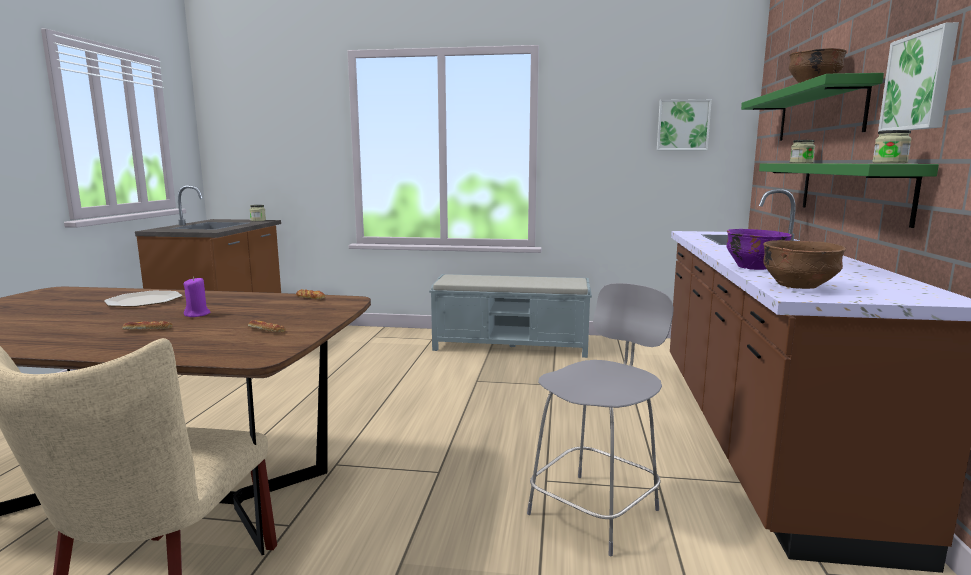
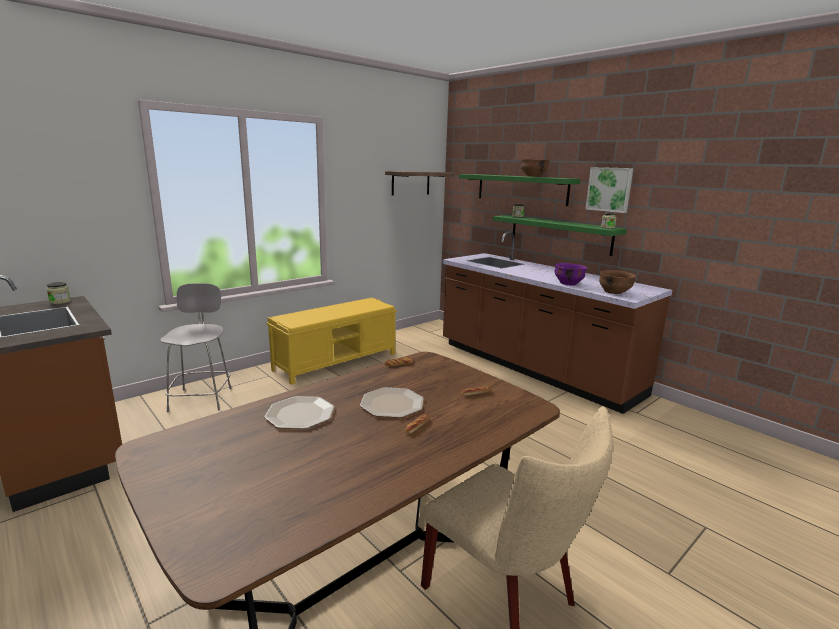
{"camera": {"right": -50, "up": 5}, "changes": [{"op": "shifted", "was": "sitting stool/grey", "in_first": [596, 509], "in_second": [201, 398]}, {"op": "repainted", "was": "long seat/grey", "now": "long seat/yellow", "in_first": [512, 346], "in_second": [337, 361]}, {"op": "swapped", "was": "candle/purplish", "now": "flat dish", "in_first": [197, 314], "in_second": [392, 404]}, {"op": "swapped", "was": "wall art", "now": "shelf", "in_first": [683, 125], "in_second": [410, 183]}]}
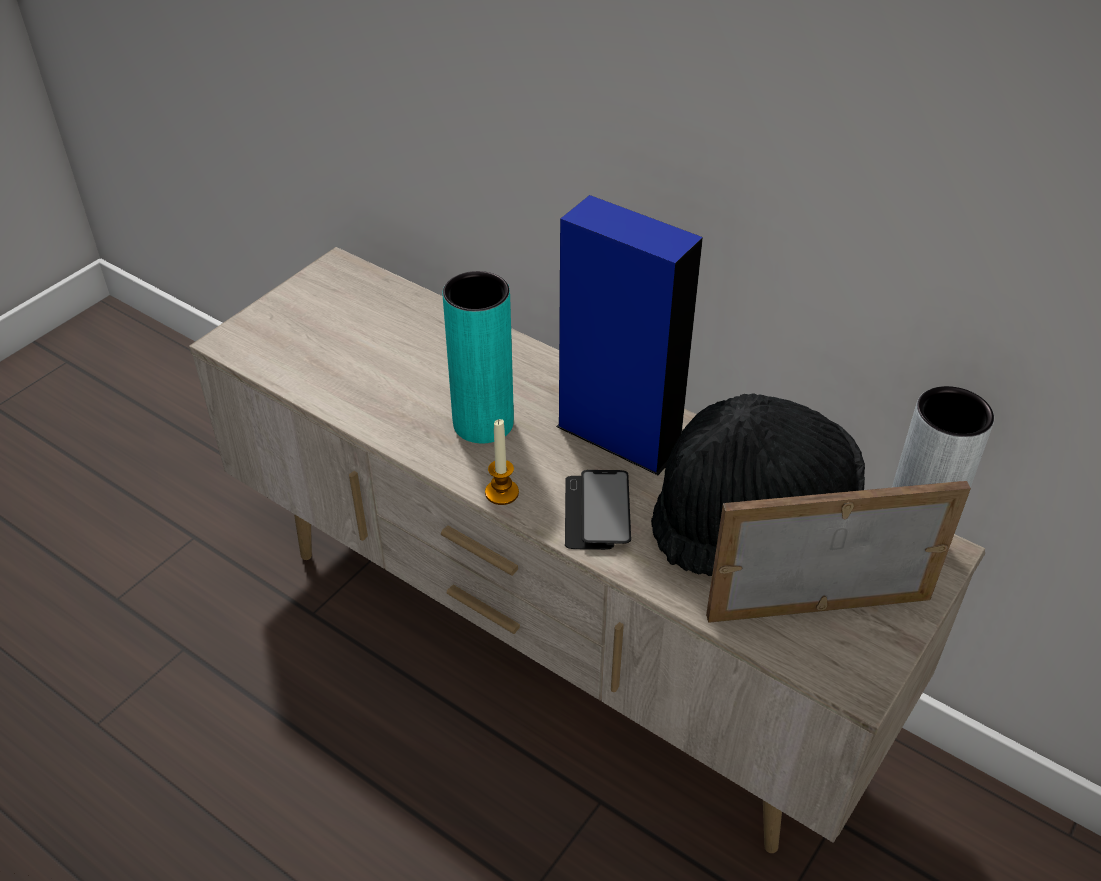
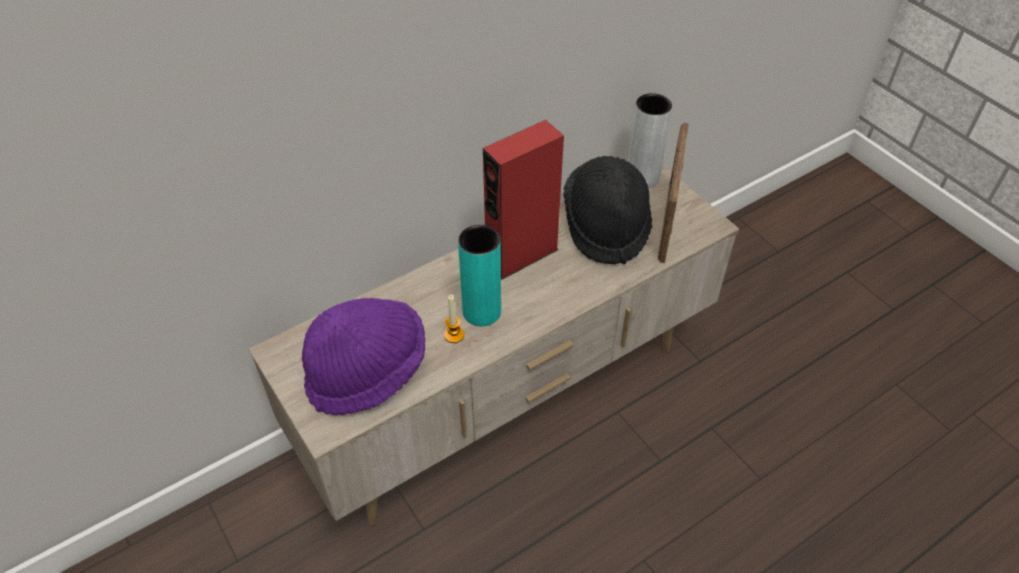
{"camera": {"right": -70, "up": 5}, "changes": [{"op": "new", "now": "hat/purplish", "in_second": [367, 371]}, {"op": "shifted", "was": "candle", "in_first": [502, 493], "in_second": [454, 335]}, {"op": "repainted", "was": "loudspeaker/blue-coloured", "now": "loudspeaker/red", "in_first": [618, 436], "in_second": [521, 256]}, {"op": "gone", "was": "handset", "in_first": [597, 512]}]}
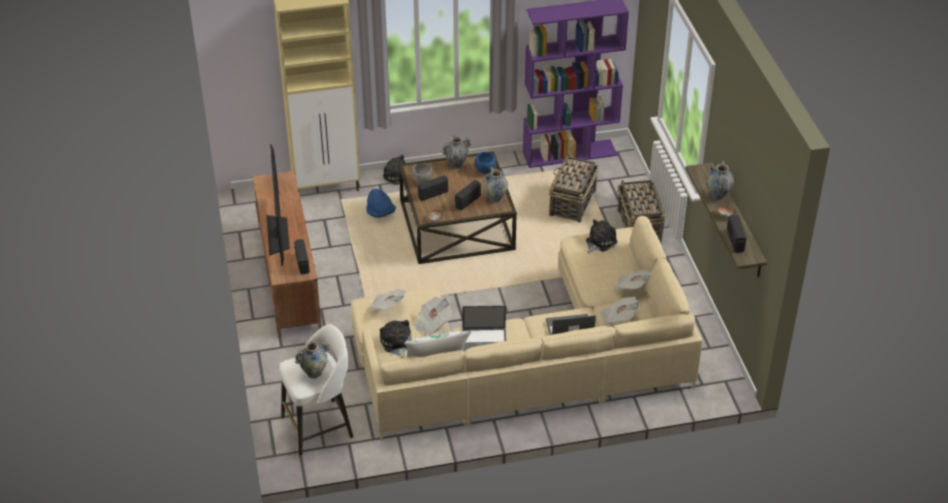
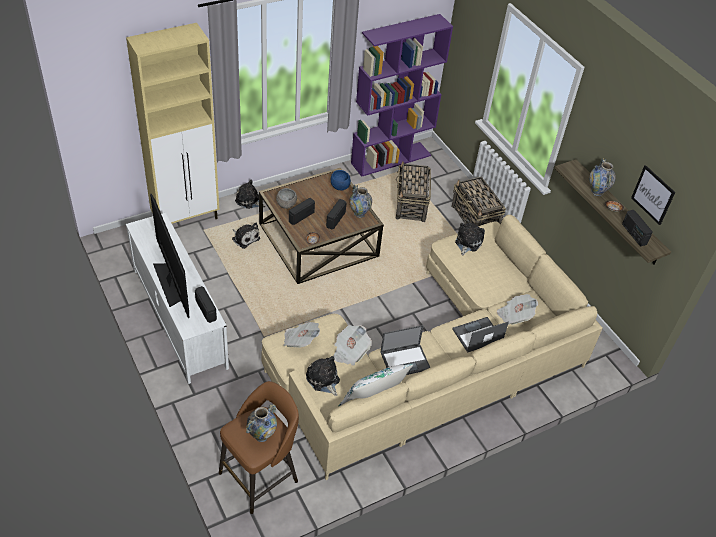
{"camera": {"right": -20, "up": 5}, "changes": [{"op": "repainted", "was": "tv unit/brown-coloured", "now": "tv unit/whitish", "in_first": [289, 276], "in_second": [179, 316]}, {"op": "repainted", "was": "sitting stool/whitish", "now": "sitting stool/brown-coloured", "in_first": [319, 426], "in_second": [260, 476]}, {"op": "swapped", "was": "hat/blue-coloured", "now": "soft toy", "in_first": [380, 213], "in_second": [245, 238]}, {"op": "new", "now": "wall art", "in_second": [653, 195]}, {"op": "gone", "was": "vase", "in_first": [456, 165]}, {"op": "gone", "was": "printed paper", "in_first": [632, 286]}]}
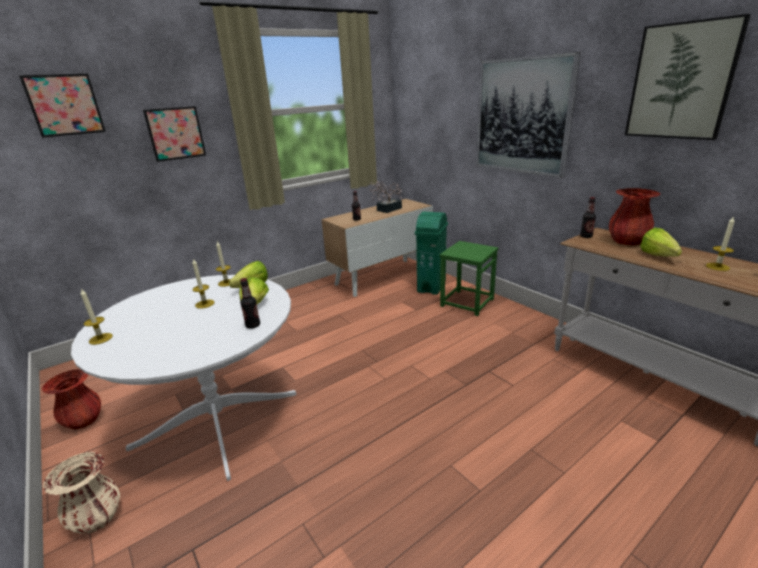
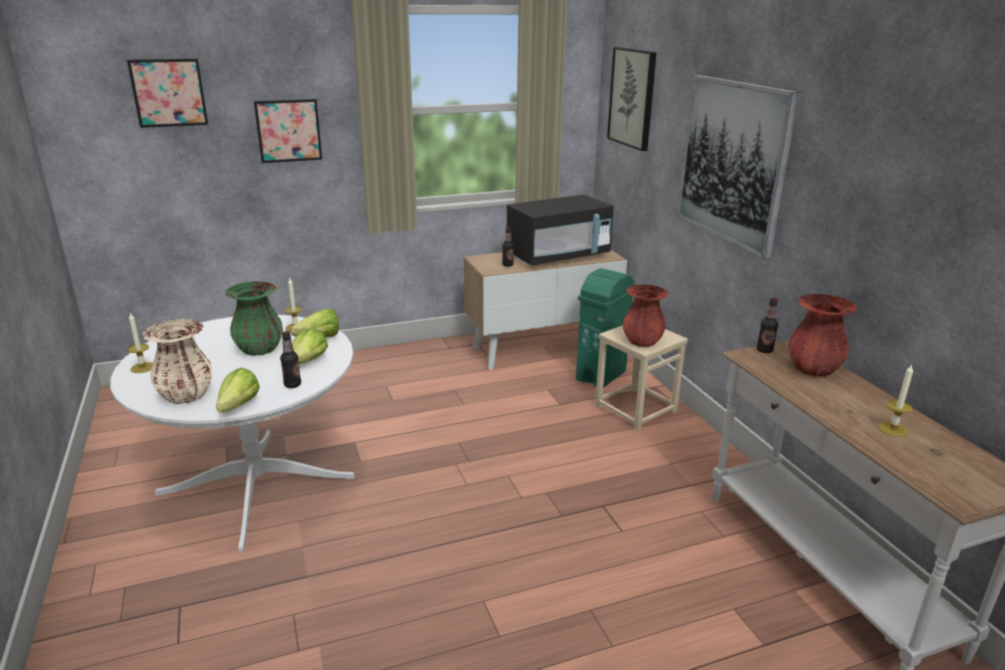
{"camera": {"right": 15, "up": 0}, "changes": [{"op": "shifted", "was": "vase/sand-coloured", "in_first": [97, 518], "in_second": [186, 395]}, {"op": "shifted", "was": "lettuce head", "in_first": [660, 257], "in_second": [235, 409]}, {"op": "swapped", "was": "candle", "now": "vase/greenish", "in_first": [205, 304], "in_second": [259, 349]}, {"op": "swapped", "was": "houseplant", "now": "microwave/black", "in_first": [387, 210], "in_second": [558, 256]}, {"op": "repainted", "was": "sitting stool/greenish", "now": "sitting stool/sand-coloured", "in_first": [466, 302], "in_second": [635, 408]}, {"op": "shifted", "was": "wall art", "in_first": [681, 81], "in_second": [632, 98]}, {"op": "shifted", "was": "vase/red", "in_first": [83, 421], "in_second": [642, 341]}]}
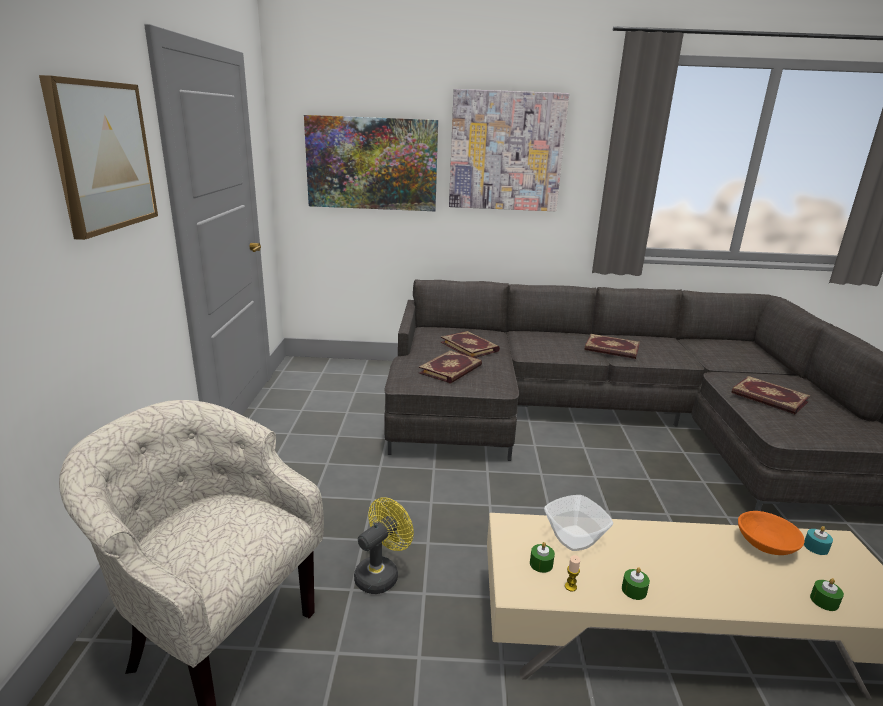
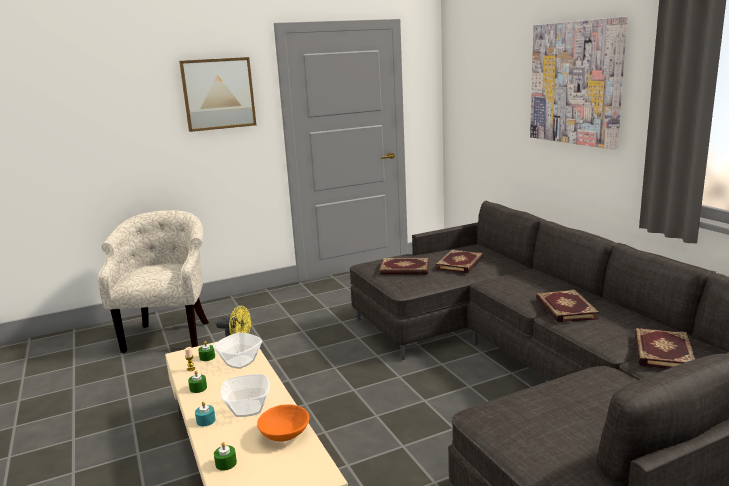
{"camera": {"right": 65, "up": -5}, "changes": [{"op": "shifted", "was": "candle/blue-green", "in_first": [816, 547], "in_second": [206, 420]}, {"op": "new", "now": "deep dish", "in_second": [247, 409]}, {"op": "shifted", "was": "bound book", "in_first": [768, 398], "in_second": [661, 352]}, {"op": "gone", "was": "wall art", "in_first": [372, 164]}]}
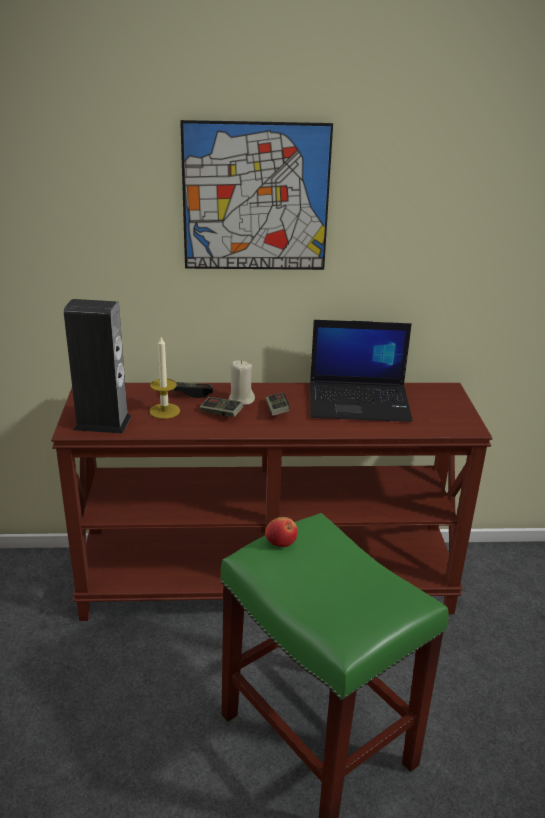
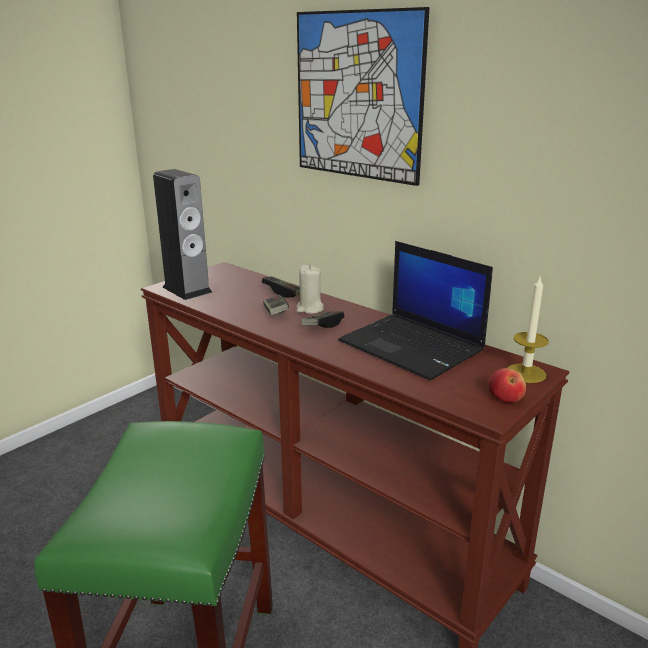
{"camera": {"right": 45, "up": -5}, "changes": [{"op": "shifted", "was": "apple", "in_first": [281, 541], "in_second": [505, 398]}, {"op": "shifted", "was": "candle", "in_first": [164, 411], "in_second": [526, 373]}]}
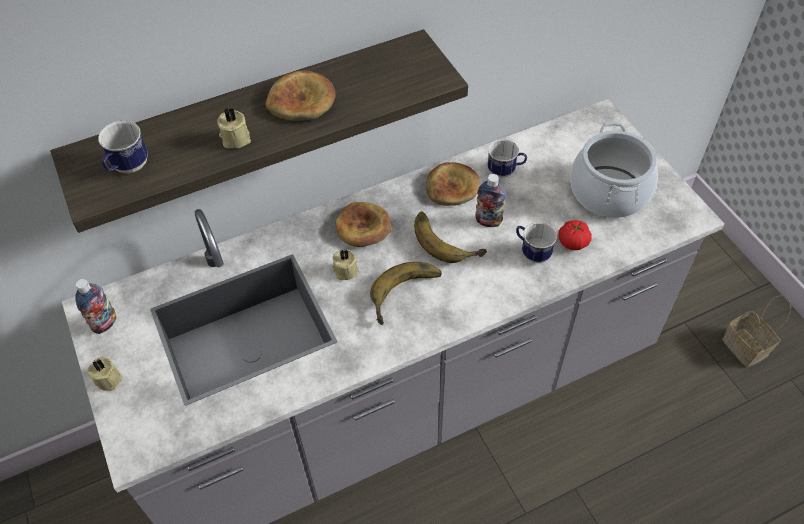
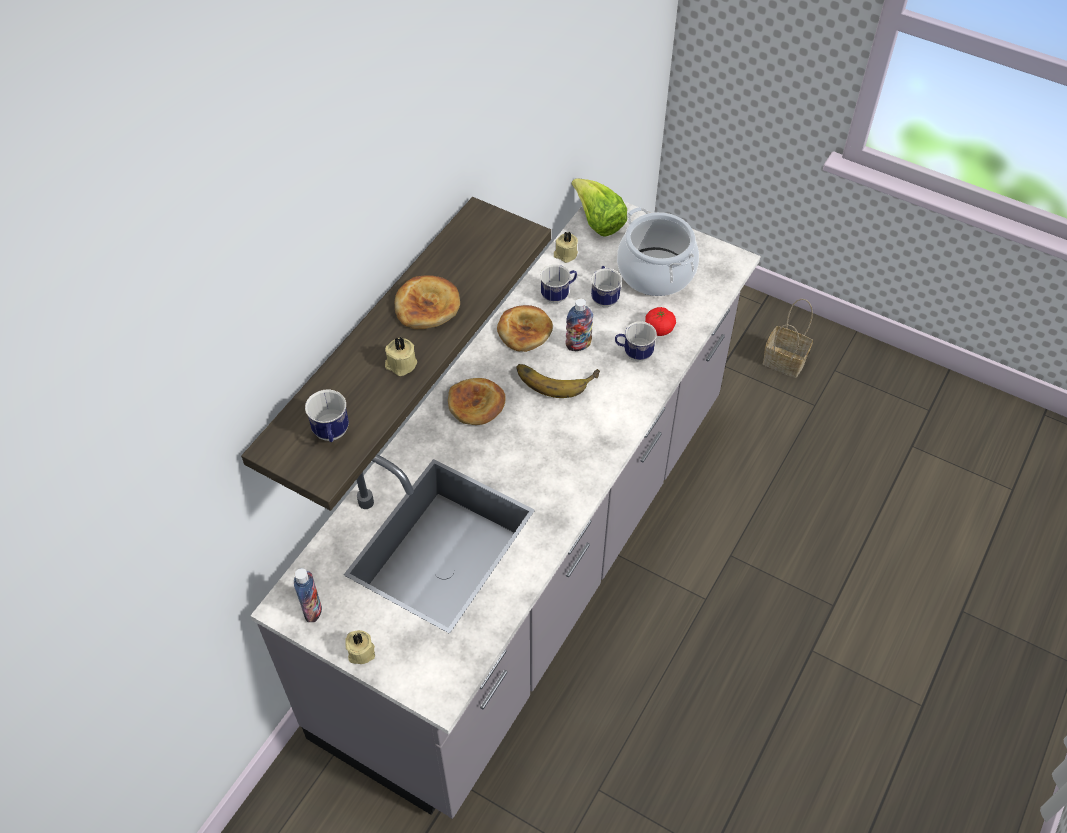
{"camera": {"right": -35, "up": 0}, "changes": [{"op": "shifted", "was": "candle/sand-coloured", "in_first": [345, 270], "in_second": [565, 254]}, {"op": "new", "now": "lettuce head", "in_second": [598, 221]}, {"op": "new", "now": "mug", "in_second": [604, 297]}, {"op": "gone", "was": "whole banana", "in_first": [408, 296]}]}
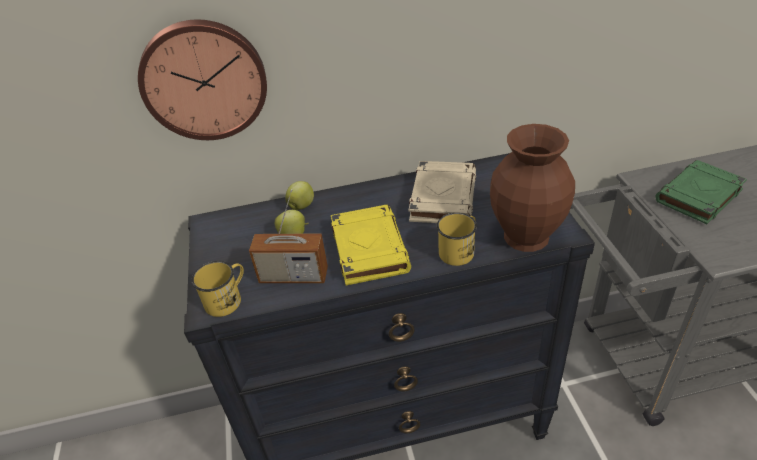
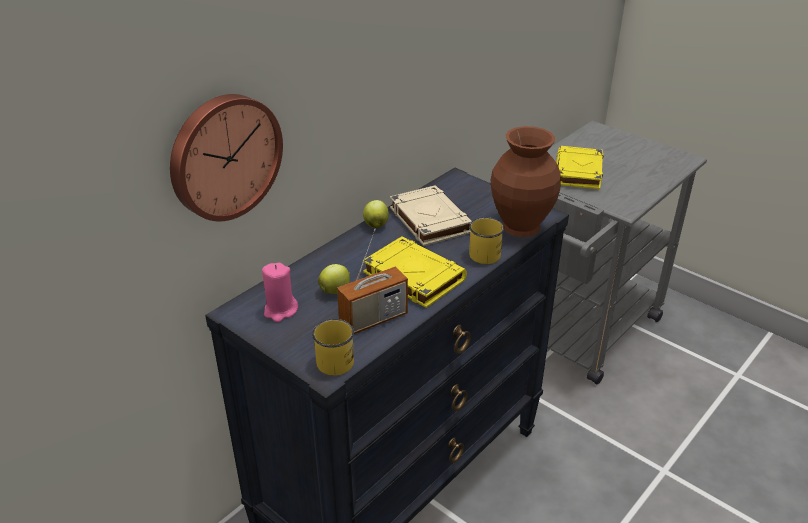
{"camera": {"right": -40, "up": -5}, "changes": [{"op": "new", "now": "candle/pink", "in_second": [280, 311]}, {"op": "shifted", "was": "apple", "in_first": [302, 206], "in_second": [376, 225]}, {"op": "repainted", "was": "bound book/greenish", "now": "bound book/yellow", "in_first": [698, 196], "in_second": [578, 172]}]}
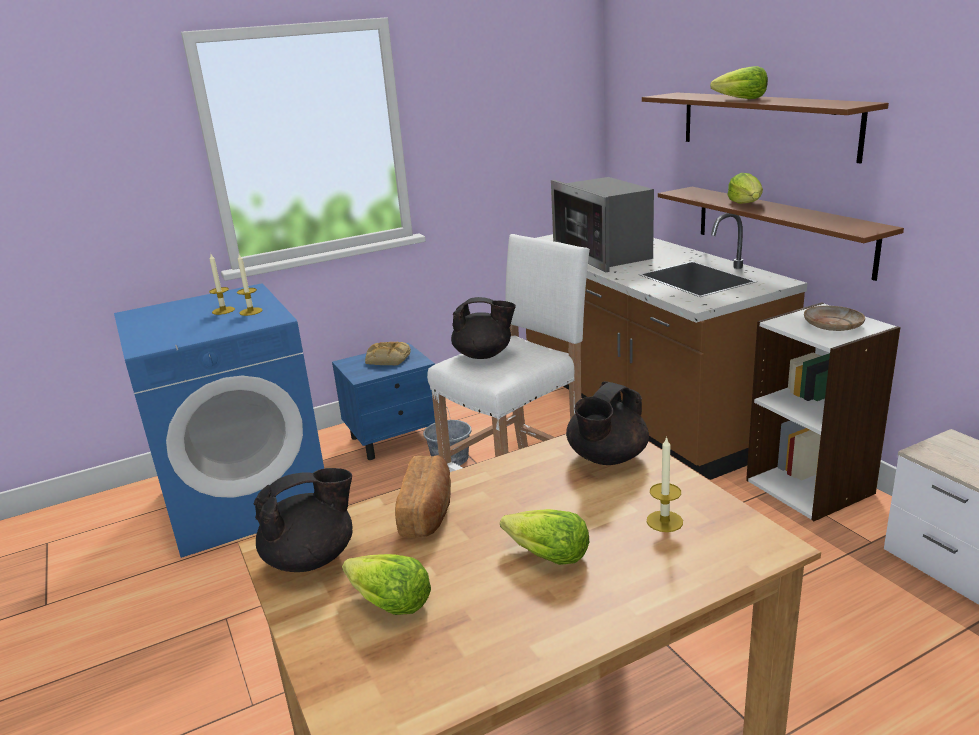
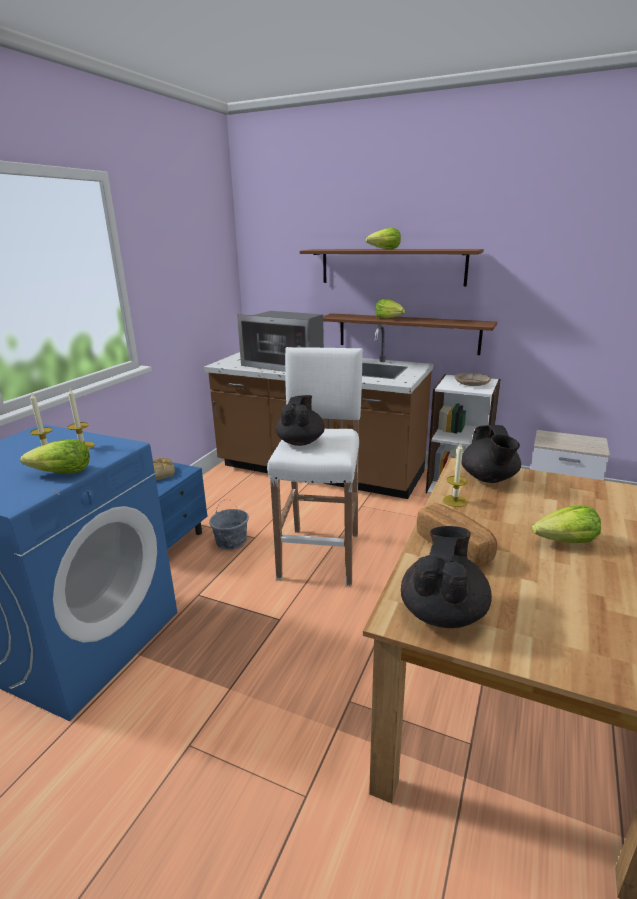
{"camera": {"right": -40, "up": 0}, "changes": [{"op": "shifted", "was": "lettuce head", "in_first": [389, 603], "in_second": [61, 473]}, {"op": "rotated", "was": "pot for tea/black", "in_first": [484, 355], "in_second": [300, 442], "clockwise": -45}, {"op": "shifted", "was": "candle", "in_first": [664, 521], "in_second": [454, 501]}]}
